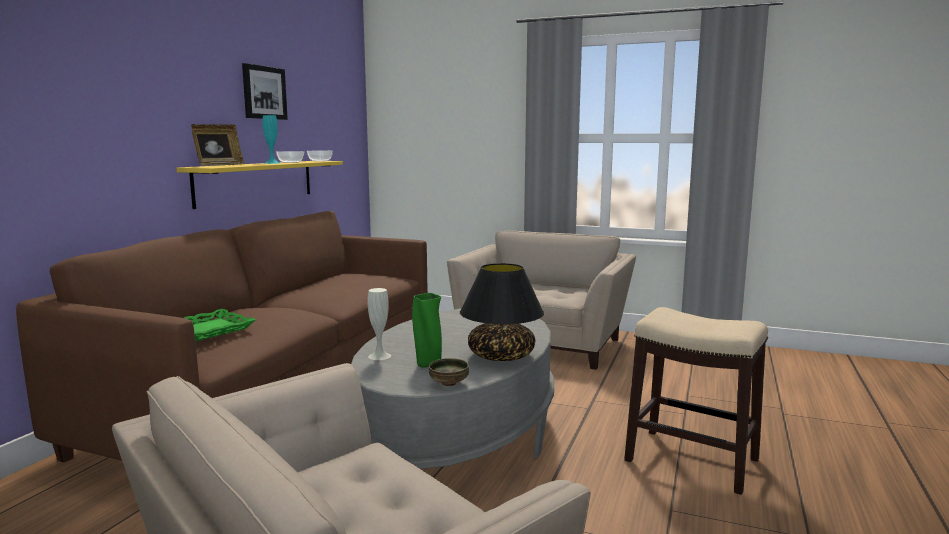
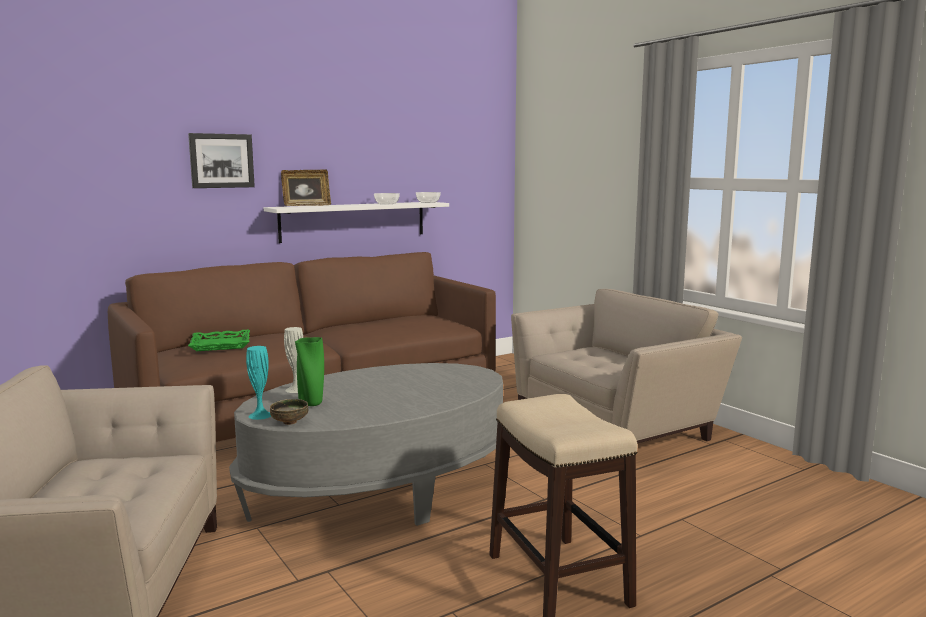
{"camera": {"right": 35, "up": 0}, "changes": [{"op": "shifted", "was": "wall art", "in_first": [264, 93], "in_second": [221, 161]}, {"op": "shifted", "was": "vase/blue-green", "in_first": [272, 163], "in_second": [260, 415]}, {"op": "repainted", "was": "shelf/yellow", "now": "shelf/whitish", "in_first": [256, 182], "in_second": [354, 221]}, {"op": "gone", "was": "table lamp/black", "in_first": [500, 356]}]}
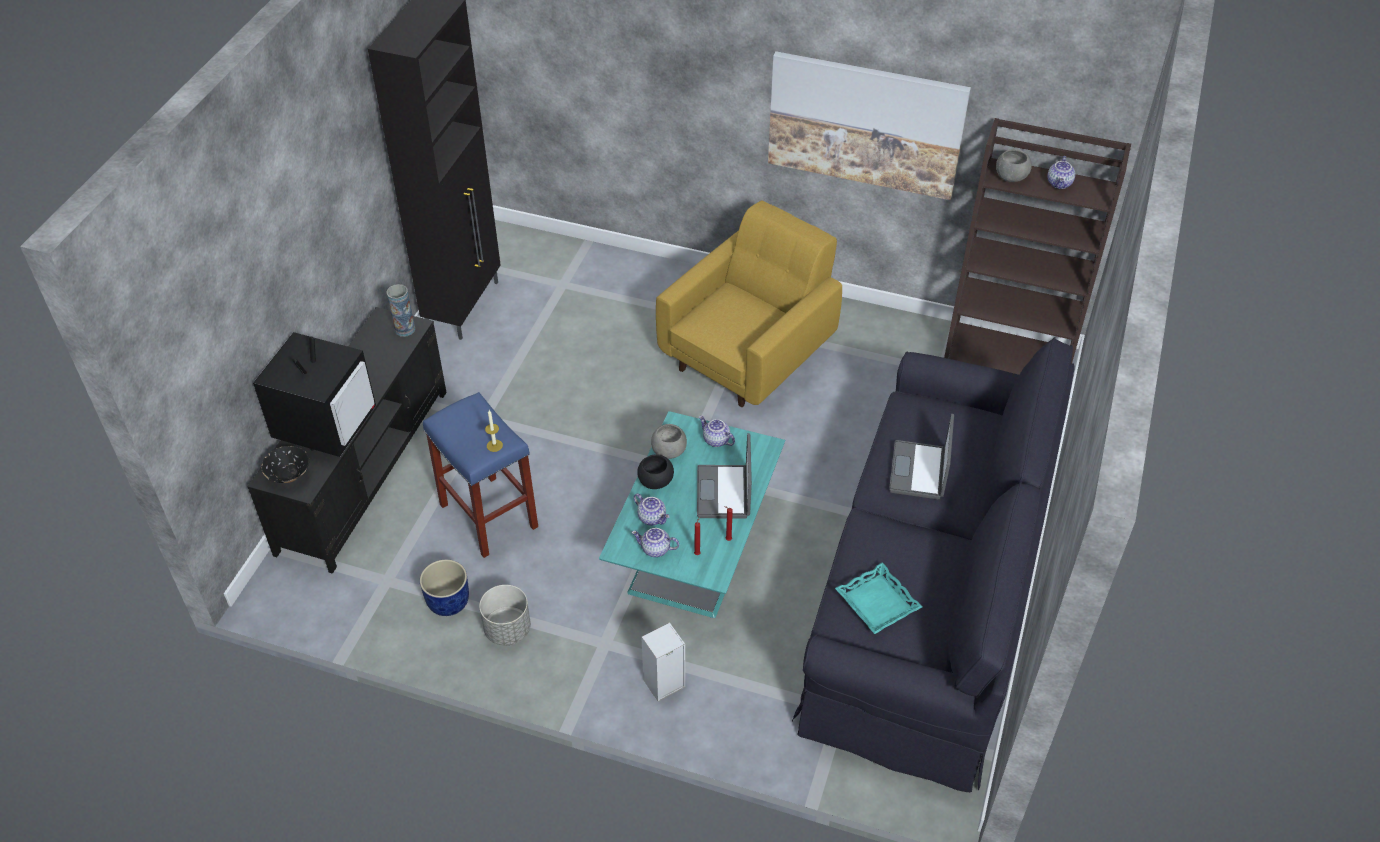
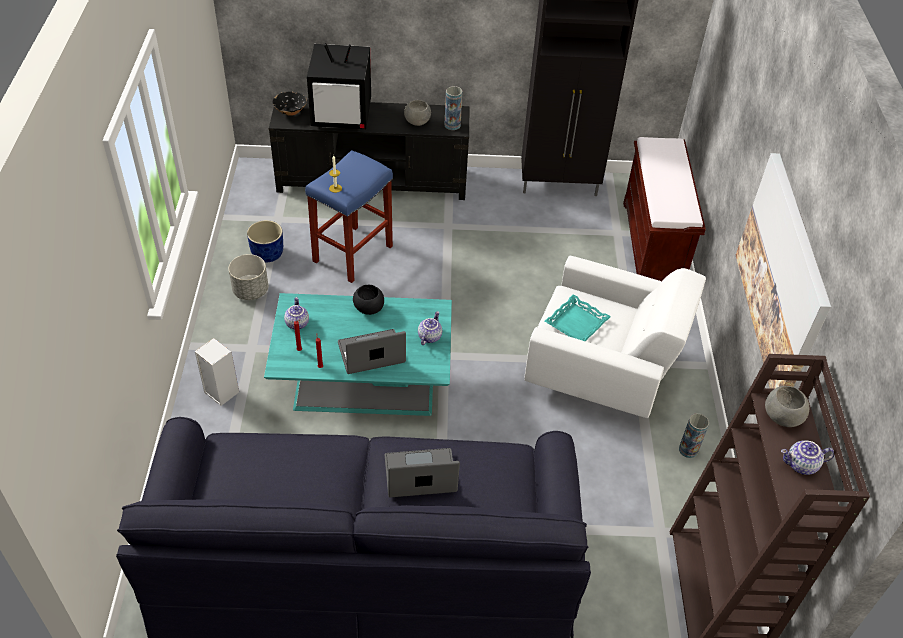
{"camera": {"right": 70, "up": 0}, "changes": [{"op": "shifted", "was": "deep dish/grey", "in_first": [668, 451], "in_second": [417, 121]}, {"op": "repainted", "was": "armchair/yellow", "now": "armchair/whitish", "in_first": [749, 354], "in_second": [602, 372]}, {"op": "shifted", "was": "tray/blue-green", "in_first": [877, 602], "in_second": [576, 323]}, {"op": "new", "now": "long seat/brown-coloured", "in_second": [653, 245]}, {"op": "new", "now": "vase", "in_second": [688, 450]}, {"op": "gone", "was": "pot for tea", "in_first": [652, 517]}]}
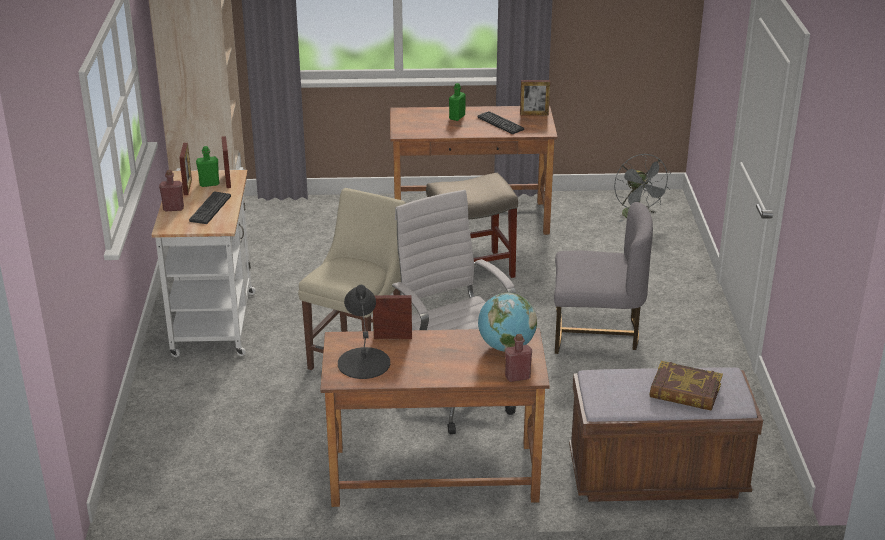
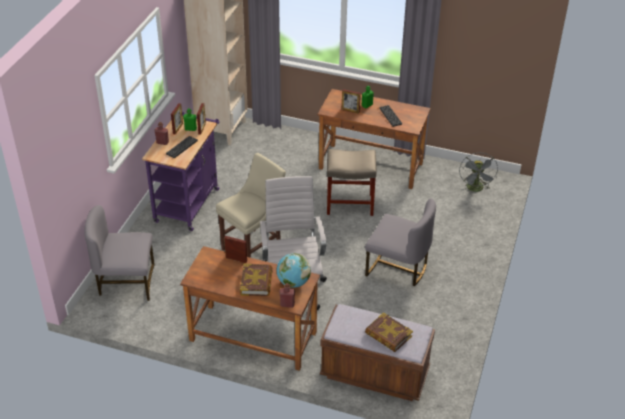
{"camera": {"right": 20, "up": 10}, "changes": [{"op": "new", "now": "upright chair/grey", "in_second": [126, 282]}, {"op": "repainted", "was": "cart/whitish", "now": "cart/purplish", "in_first": [214, 319], "in_second": [188, 202]}, {"op": "new", "now": "bound book", "in_second": [256, 282]}, {"op": "shifted", "was": "picture frame", "in_first": [534, 114], "in_second": [350, 111]}, {"op": "gone", "was": "table lamp/black", "in_first": [364, 362]}]}
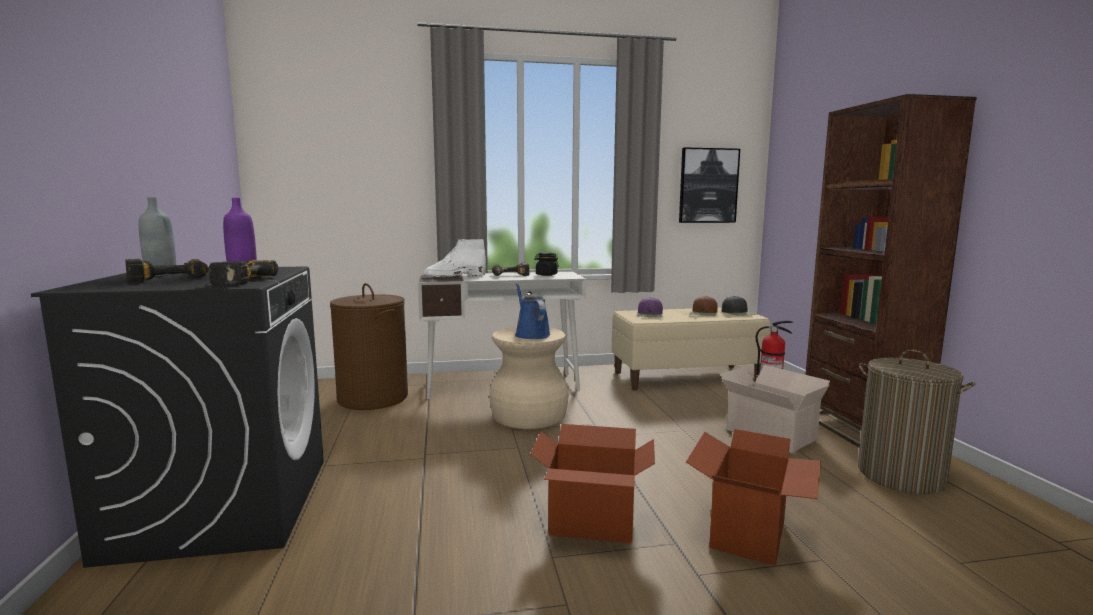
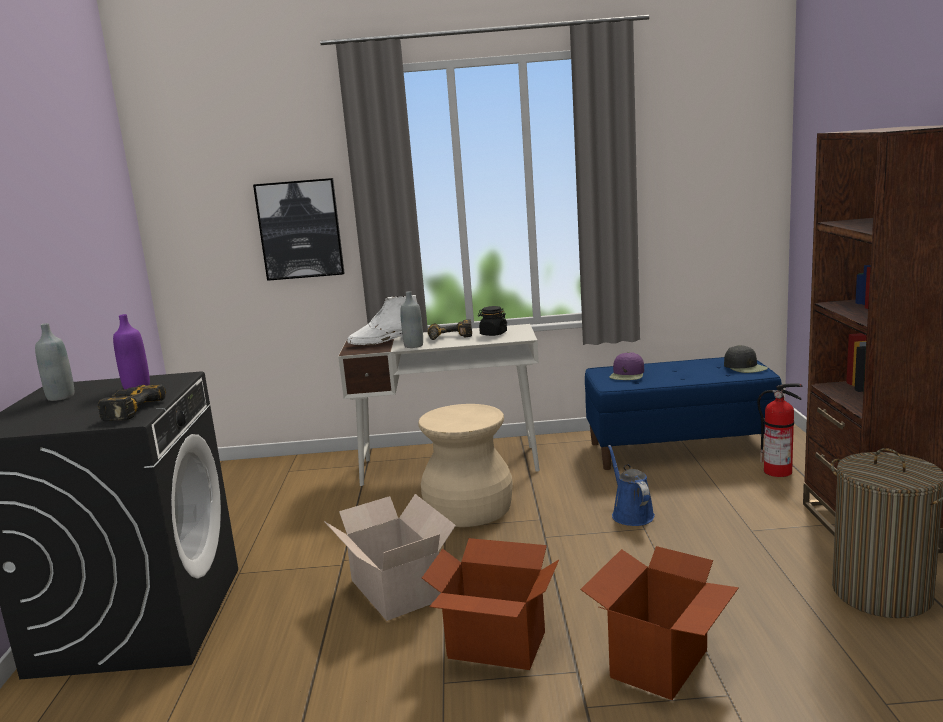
{"camera": {"right": 10, "up": 5}, "changes": [{"op": "shifted", "was": "wall art", "in_first": [708, 185], "in_second": [300, 229]}, {"op": "shifted", "was": "cardboard box", "in_first": [768, 433], "in_second": [395, 588]}, {"op": "new", "now": "bottle/grey", "in_second": [413, 346]}, {"op": "repainted", "was": "long seat/sand-coloured", "now": "long seat/blue-coloured", "in_first": [686, 377], "in_second": [679, 449]}, {"op": "shifted", "was": "watering pot/blue-coloured", "in_first": [531, 334], "in_second": [631, 514]}, {"op": "gone", "was": "electric drill", "in_first": [168, 278]}, {"op": "gone", "was": "laundry basket/brown-coloured", "in_first": [373, 398]}, {"op": "gone", "was": "baseball cap/brown-coloured", "in_first": [704, 313]}]}
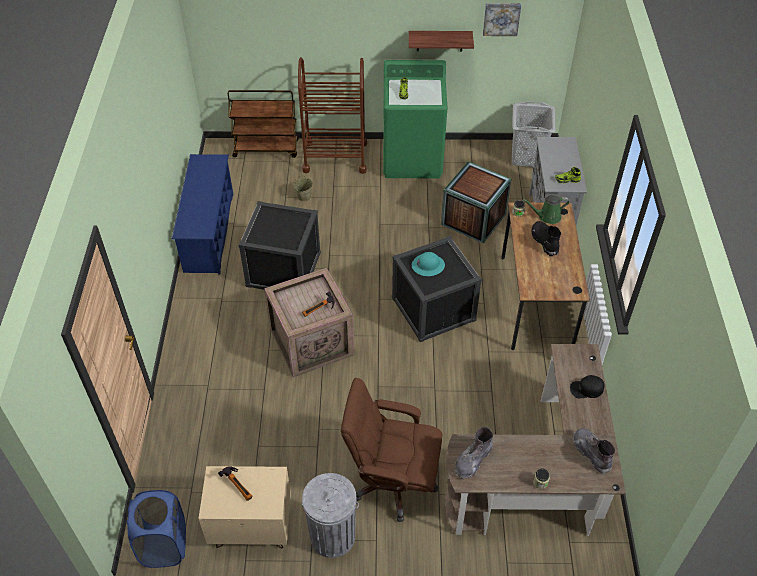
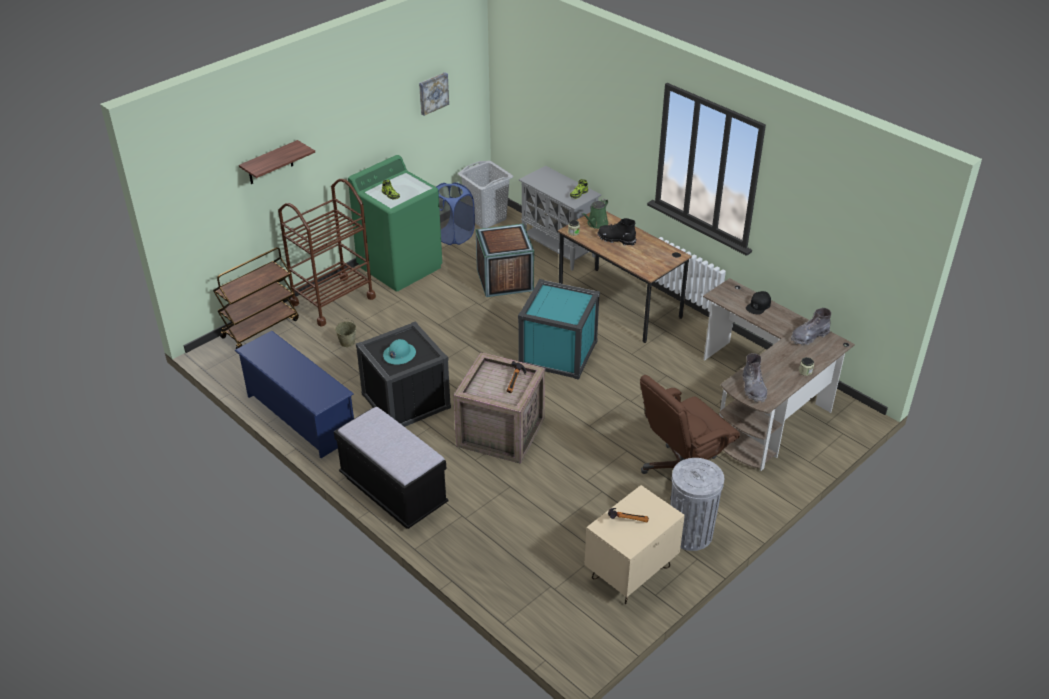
{"camera": {"right": -45, "up": -10}, "changes": [{"op": "shifted", "was": "shelf", "in_first": [439, 40], "in_second": [270, 163]}, {"op": "new", "now": "long seat/black", "in_second": [393, 491]}, {"op": "shifted", "was": "hard hat/blue-green", "in_first": [428, 265], "in_second": [399, 354]}, {"op": "shifted", "was": "laundry basket/blue-coloured", "in_first": [164, 545], "in_second": [452, 236]}, {"op": "repainted", "was": "storage box/black", "now": "storage box/blue-green", "in_first": [433, 309], "in_second": [558, 353]}, {"op": "rotated", "was": "tall boot/grey", "in_first": [591, 453], "in_second": [809, 337], "clockwise": -45}]}
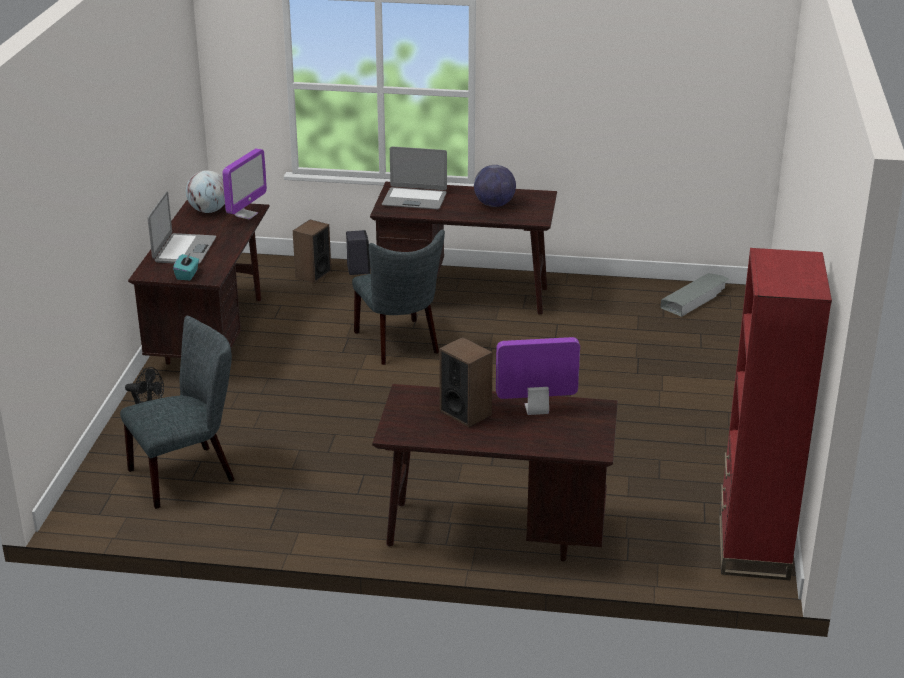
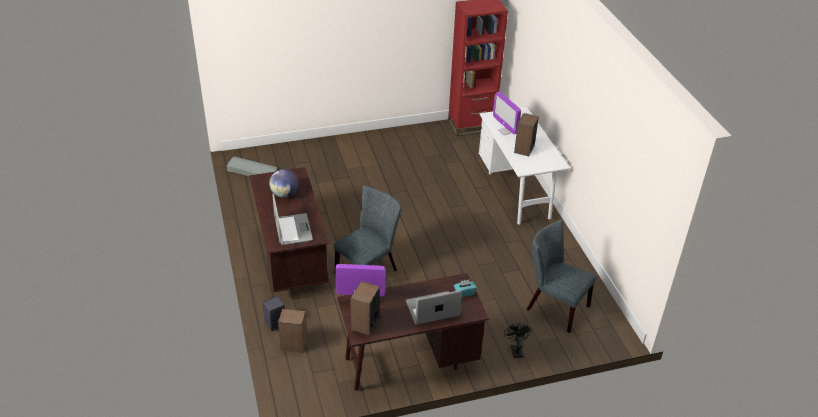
{"camera": {"right": -115, "up": 10}, "changes": [{"op": "swapped", "was": "desk globe", "now": "loudspeaker", "in_first": [208, 211], "in_second": [365, 323]}, {"op": "repainted", "was": "desk table/brown-coloured", "now": "desk table/whitish", "in_first": [495, 533], "in_second": [516, 191]}]}
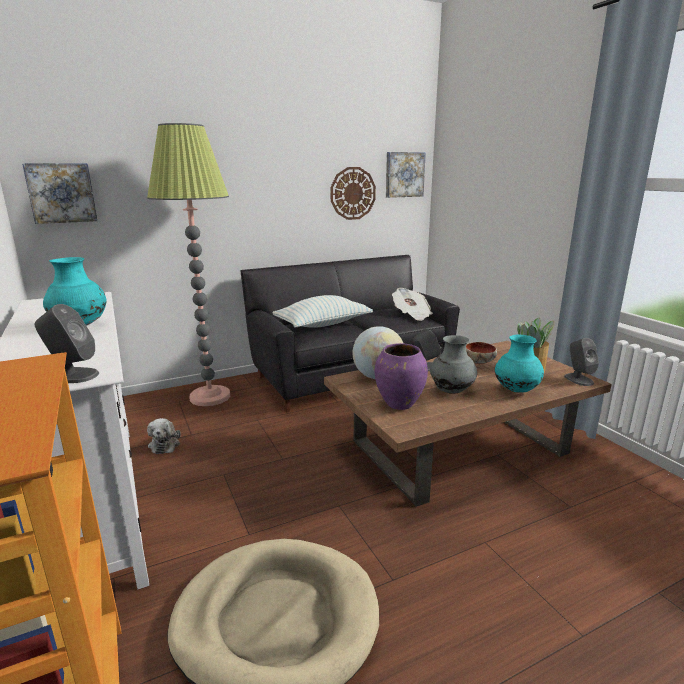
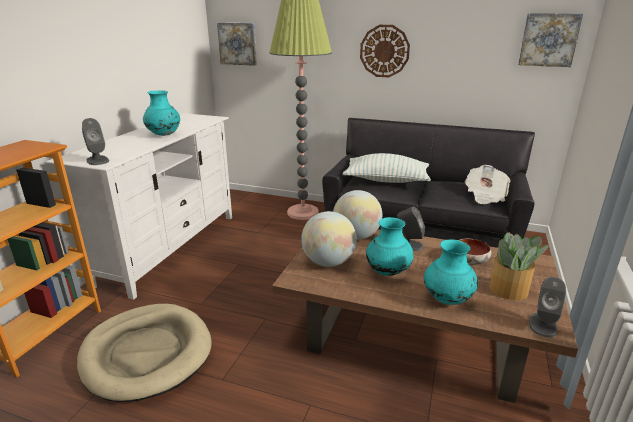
{"camera": {"right": 45, "up": 5}, "changes": [{"op": "swapped", "was": "vase/purplish", "now": "desk globe", "in_first": [400, 404], "in_second": [328, 262]}, {"op": "shifted", "was": "clock on the wall", "in_first": [352, 193], "in_second": [384, 51]}, {"op": "repainted", "was": "vase/grey", "now": "vase/blue-green", "in_first": [451, 391], "in_second": [388, 272]}, {"op": "gone", "was": "soft toy", "in_first": [165, 444]}]}
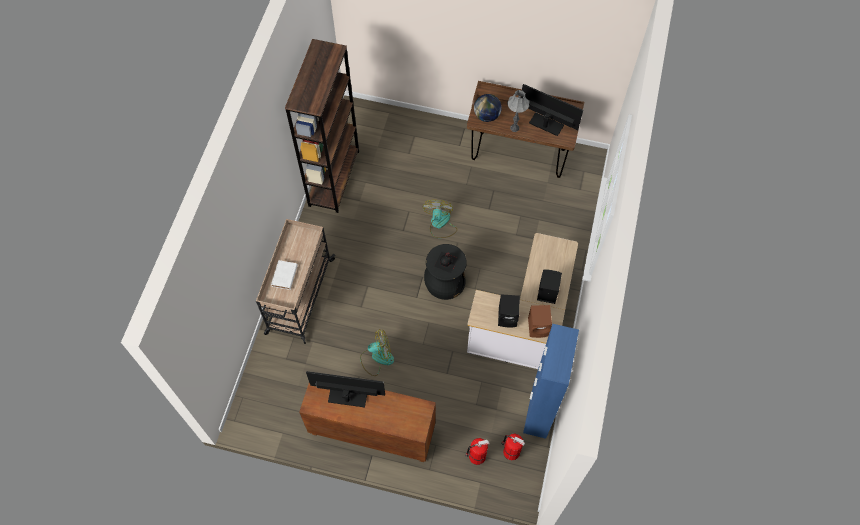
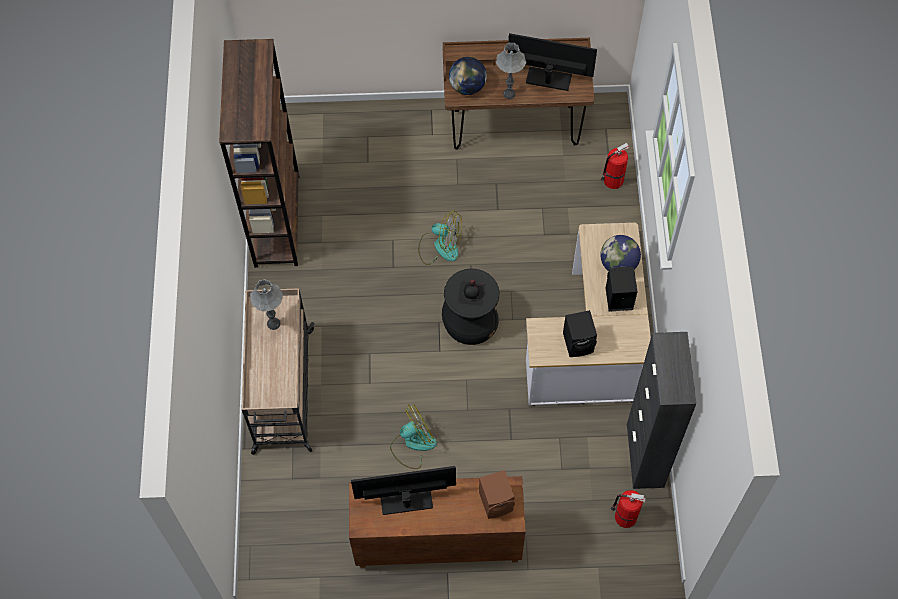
{"camera": {"right": -15, "up": 0}, "changes": [{"op": "new", "now": "table lamp/grey", "in_second": [273, 323]}, {"op": "rotated", "was": "fan", "in_first": [440, 224], "in_second": [440, 246], "clockwise": 120}, {"op": "shifted", "was": "loudspeaker/brown-coloured", "in_first": [539, 327], "in_second": [497, 501]}, {"op": "new", "now": "desk globe", "in_second": [618, 264]}, {"op": "shifted", "was": "extinguisher", "in_first": [476, 456], "in_second": [612, 181]}, {"op": "repainted", "was": "cupboard/blue-coloured", "now": "cupboard/black", "in_first": [539, 411], "in_second": [645, 455]}, {"op": "gone", "was": "bound book/whitish", "in_first": [284, 276]}]}
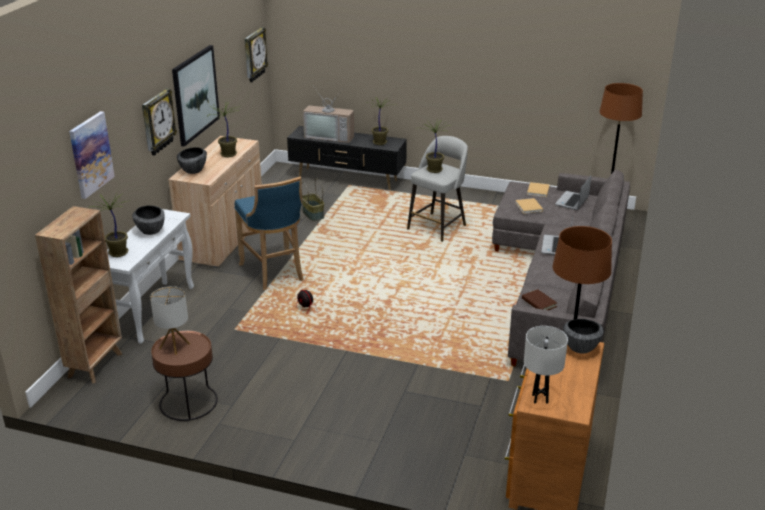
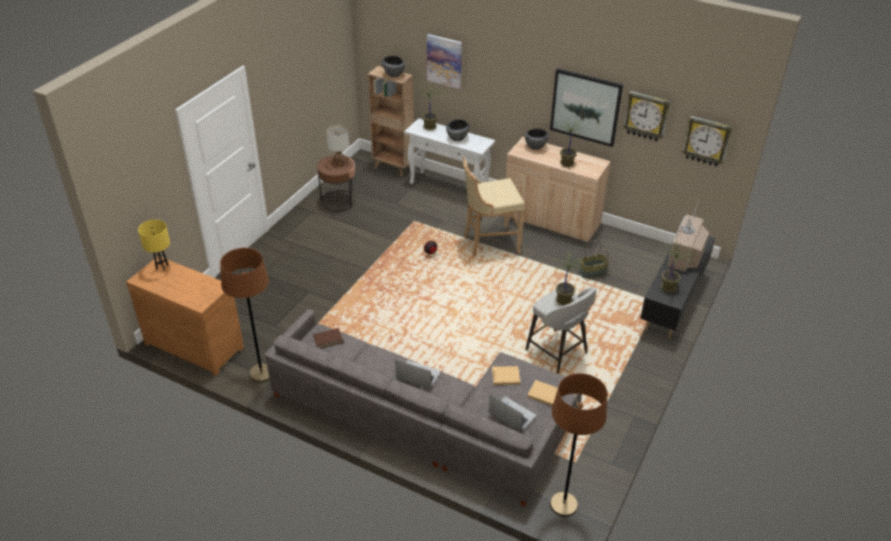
{"camera": {"right": 100, "up": 10}, "changes": [{"op": "repainted", "was": "table lamp/whitish", "now": "table lamp/yellow", "in_first": [540, 399], "in_second": [162, 267]}, {"op": "shifted", "was": "deep dish", "in_first": [580, 348], "in_second": [393, 74]}, {"op": "repainted", "was": "sitting stool/blue-coloured", "now": "sitting stool/sand-coloured", "in_first": [274, 273], "in_second": [489, 243]}, {"op": "shifted", "was": "clock on the wall", "in_first": [157, 122], "in_second": [646, 116]}]}
